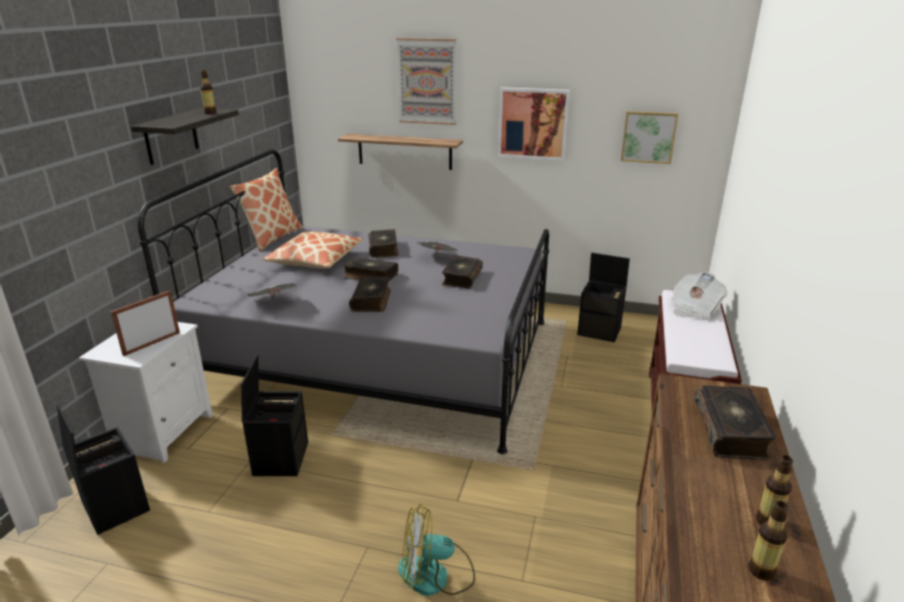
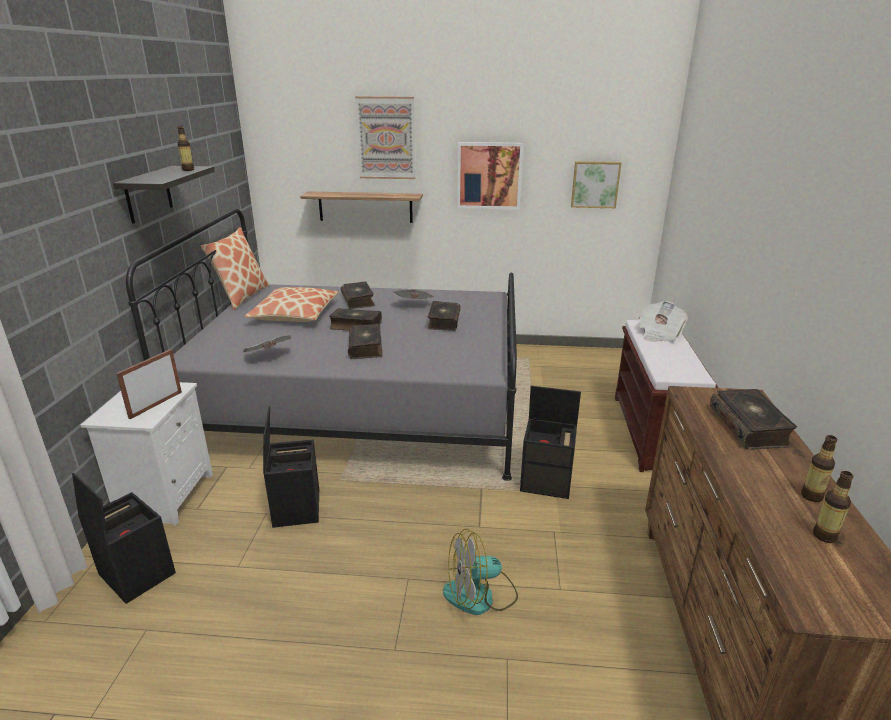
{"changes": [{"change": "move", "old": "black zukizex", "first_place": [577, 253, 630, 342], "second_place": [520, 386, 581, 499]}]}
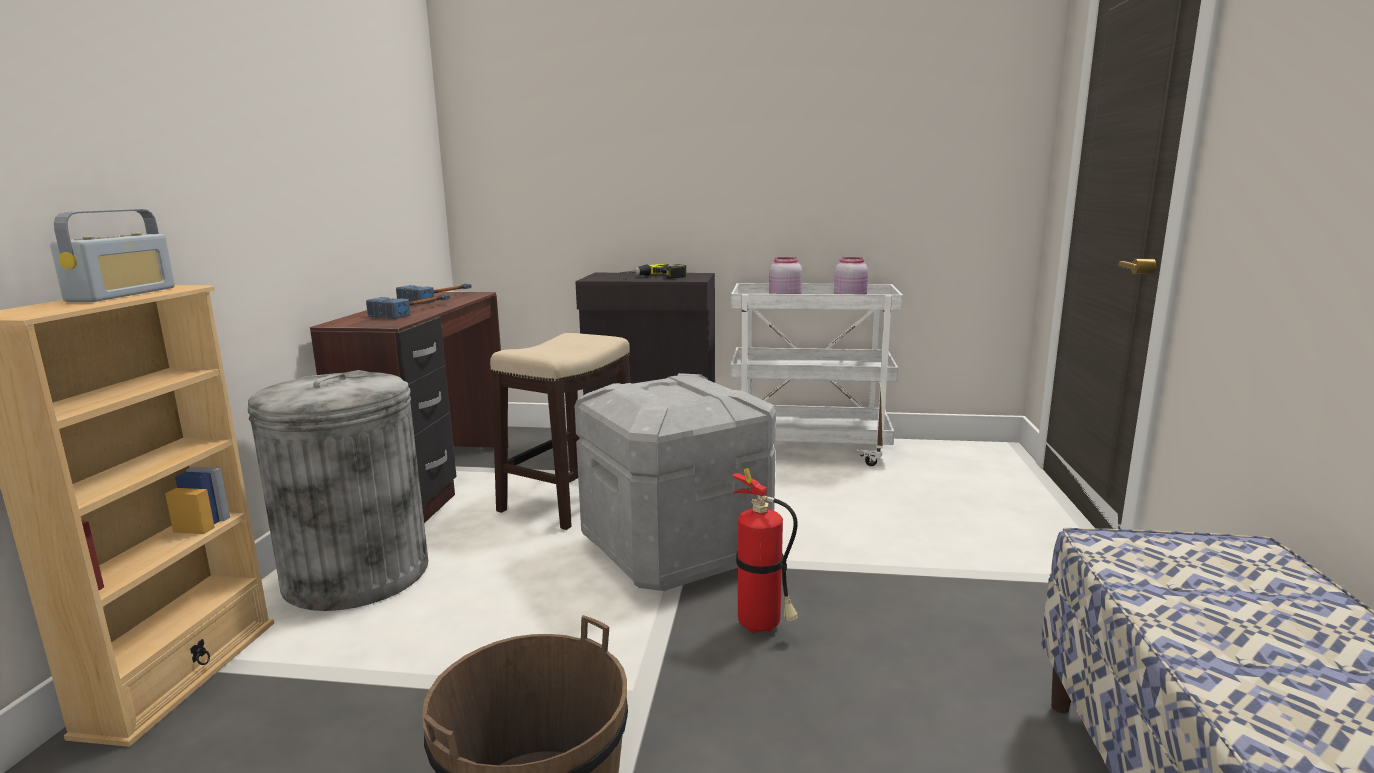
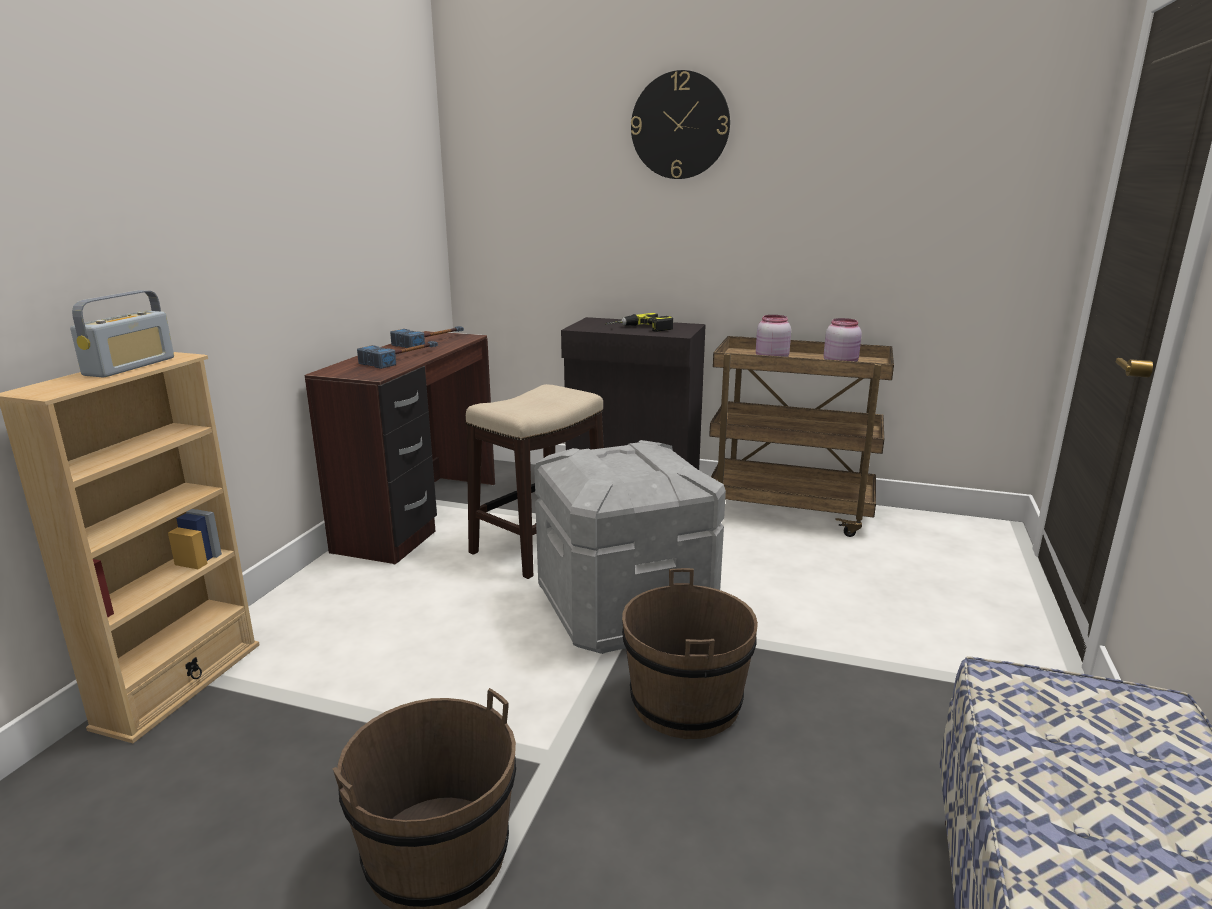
{"changes": [{"change": "delete", "old": "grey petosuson", "first_place": [248, 370, 428, 611]}, {"change": "insert", "new": "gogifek", "second_place": [631, 70, 730, 179]}, {"change": "replace", "old": "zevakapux", "new": "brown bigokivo", "first_place": [732, 467, 798, 633], "second_place": [622, 568, 758, 739]}, {"change": "recolor", "old": "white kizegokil", "new": "brown kizegokil", "first_place": [731, 283, 903, 466], "second_place": [709, 336, 894, 537]}]}
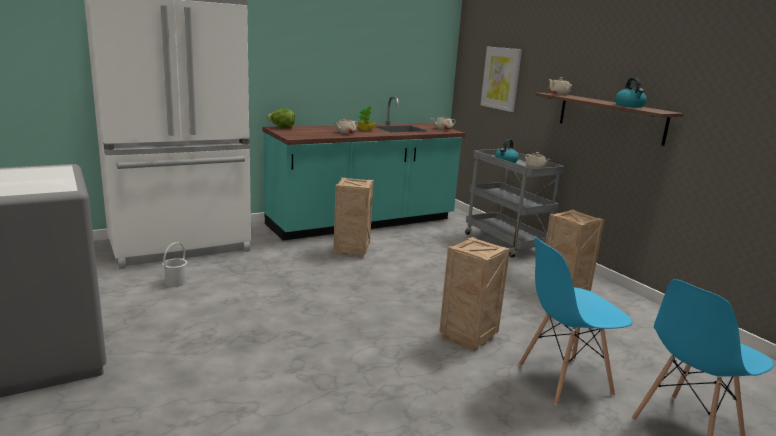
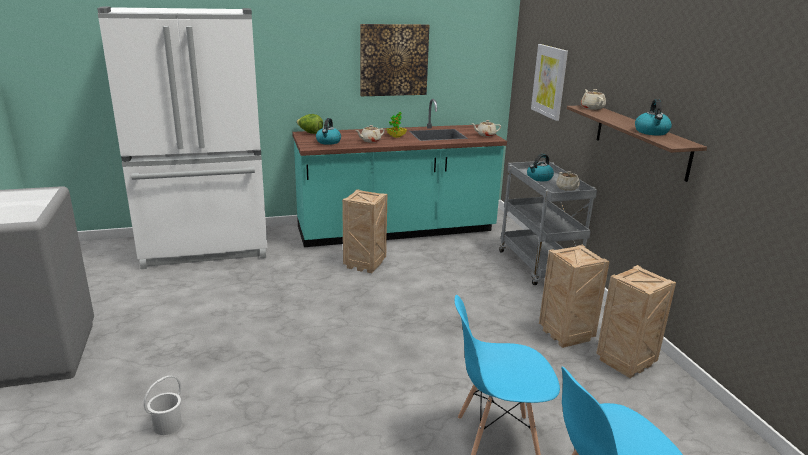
{"changes": [{"change": "insert", "new": "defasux", "second_place": [316, 118, 341, 145]}, {"change": "insert", "new": "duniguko", "second_place": [360, 24, 430, 96]}, {"change": "move", "old": "white bigokivo", "first_place": [162, 242, 187, 287], "second_place": [144, 376, 182, 435]}, {"change": "move", "old": "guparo", "first_place": [439, 237, 510, 352], "second_place": [596, 265, 676, 378]}]}
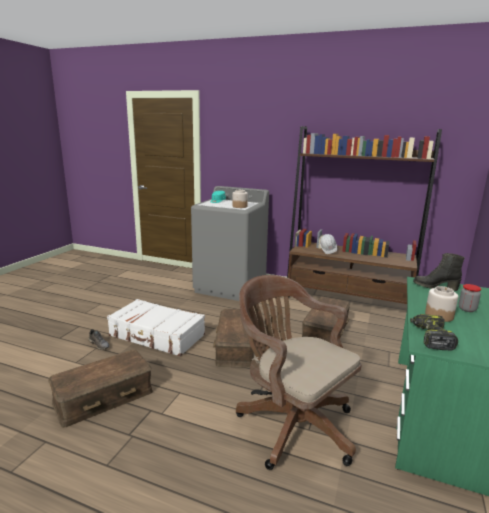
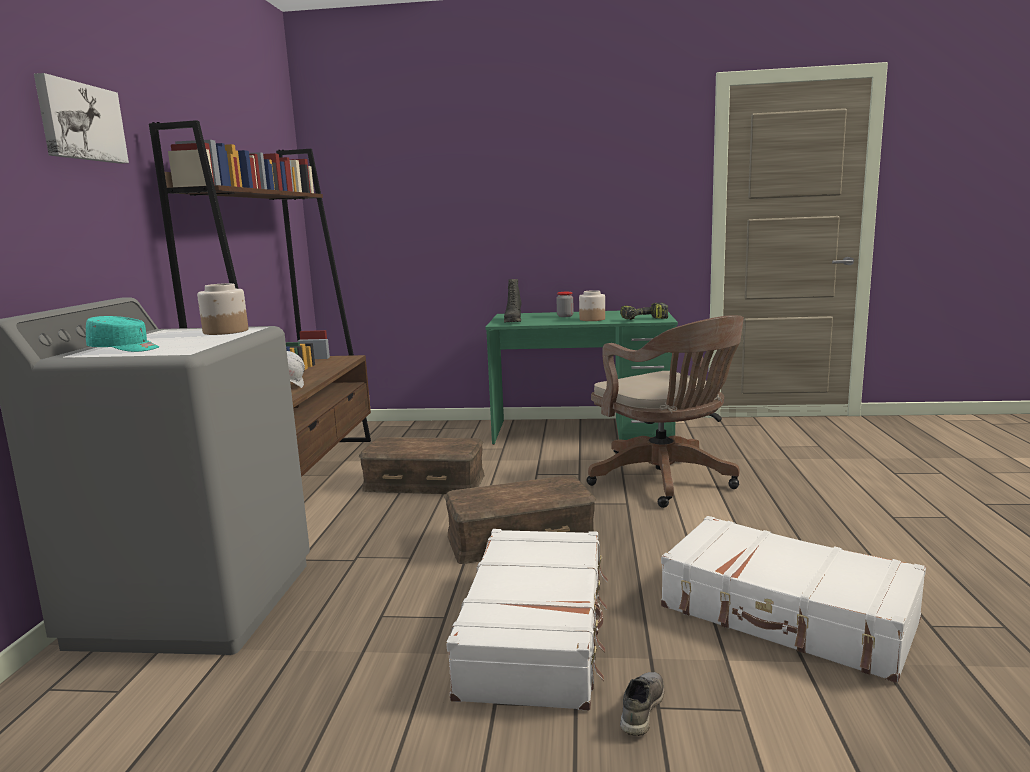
{"changes": [{"change": "insert", "new": "duniguko", "second_place": [34, 73, 129, 164]}, {"change": "replace", "old": "brown zukizex", "new": "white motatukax", "first_place": [48, 349, 153, 428], "second_place": [661, 516, 926, 683]}, {"change": "rotate", "old": "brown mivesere", "first_place": [236, 275, 362, 470], "second_place": [586, 315, 744, 508], "degrees": -60}]}
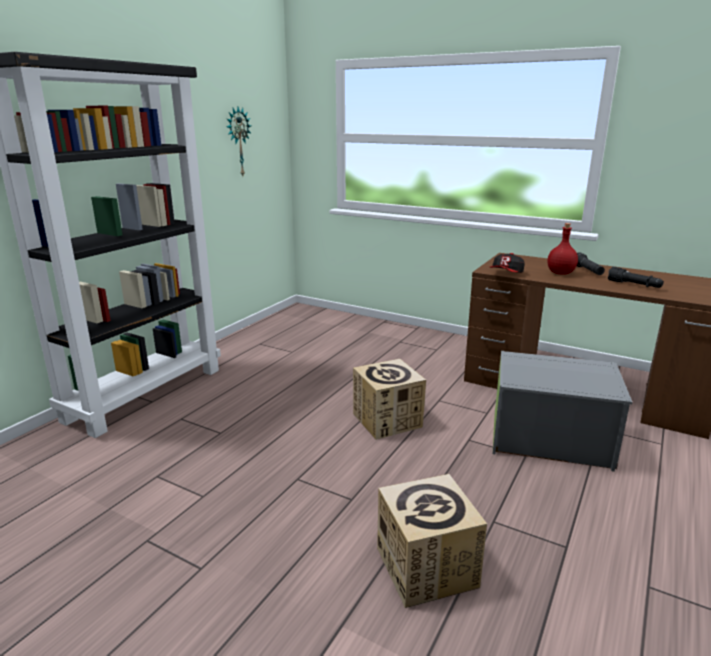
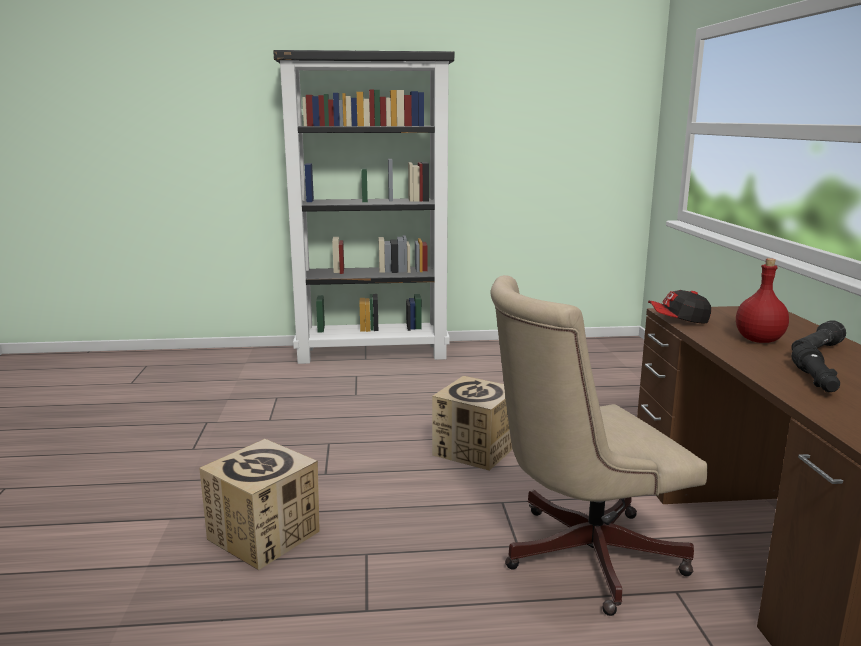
{"changes": [{"change": "delete", "old": "gogifek", "first_place": [227, 107, 251, 176]}, {"change": "replace", "old": "grey zukizex", "new": "beige mivesere", "first_place": [493, 351, 632, 472], "second_place": [490, 275, 708, 616]}]}
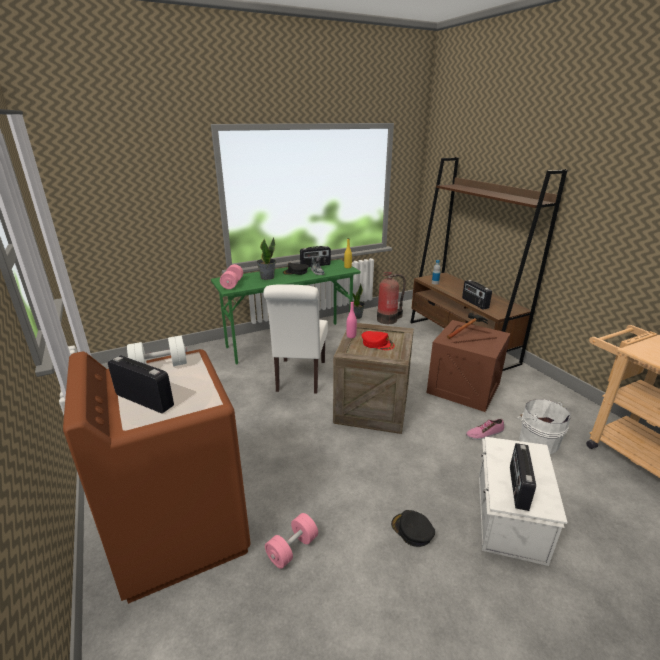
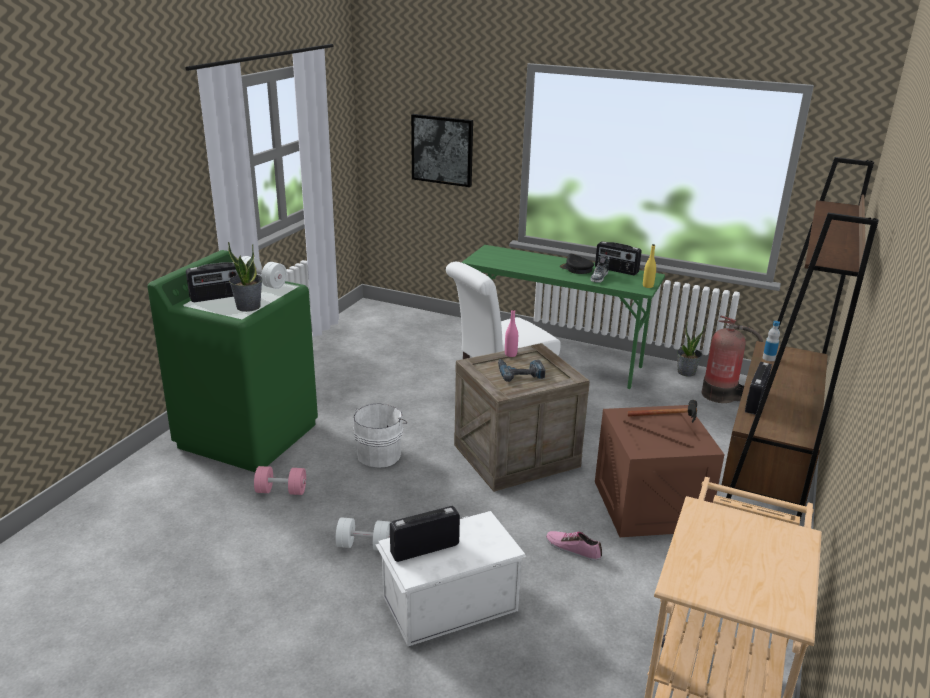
{"changes": [{"change": "delete", "old": "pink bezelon", "first_place": [220, 264, 243, 289]}, {"change": "insert", "new": "duniguko", "second_place": [411, 114, 473, 187]}, {"change": "move", "old": "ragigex", "first_place": [257, 238, 276, 280], "second_place": [228, 242, 263, 312]}, {"change": "move", "old": "white bigokivo", "first_place": [518, 399, 571, 454], "second_place": [353, 403, 407, 468]}, {"change": "replace", "old": "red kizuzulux", "new": "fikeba", "first_place": [361, 331, 395, 350], "second_place": [498, 359, 545, 382]}, {"change": "replace", "old": "black kizuzulux", "new": "white bezelon", "first_place": [391, 510, 435, 547], "second_place": [336, 517, 391, 550]}, {"change": "recolor", "old": "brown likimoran", "new": "green likimoran", "first_place": [63, 349, 250, 604], "second_place": [147, 250, 318, 472]}, {"change": "rotate", "old": "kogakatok", "first_place": [108, 356, 174, 413], "second_place": [186, 262, 238, 302], "degrees": 75}]}
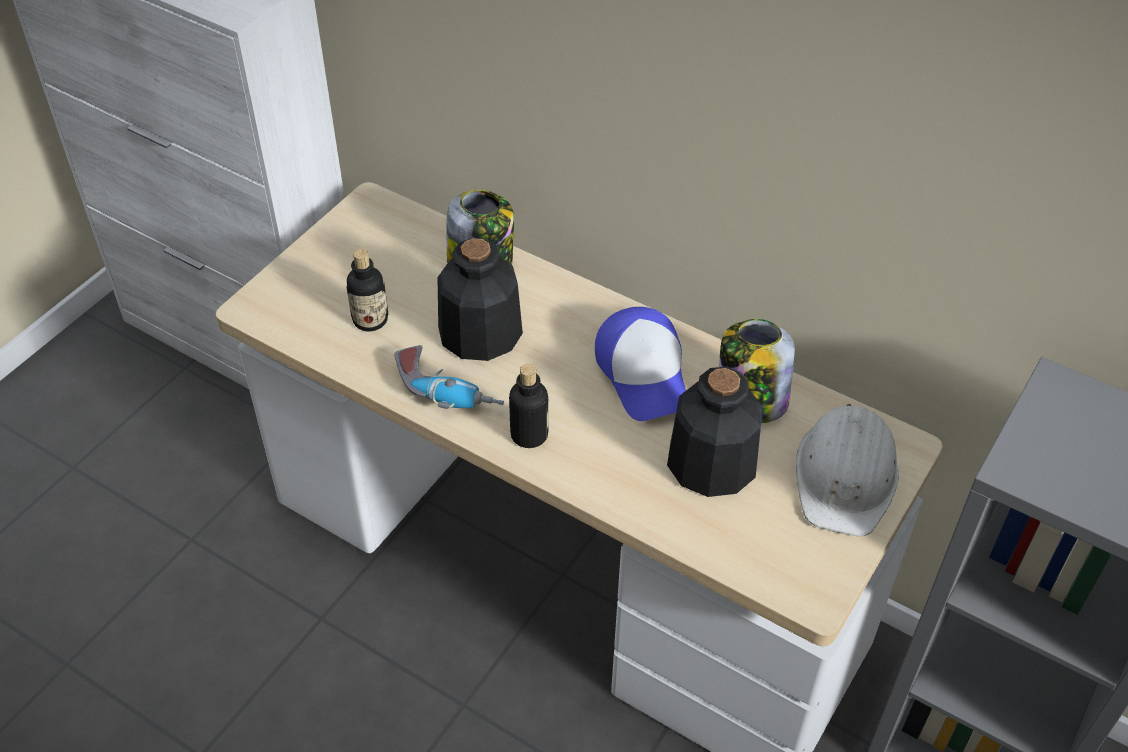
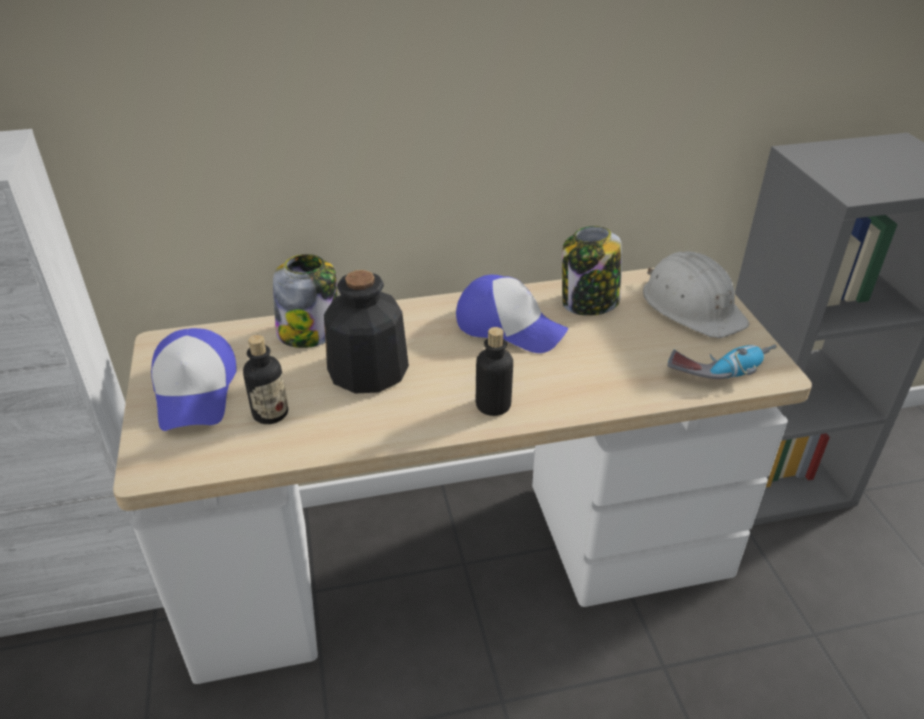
{"changes": [{"change": "delete", "old": "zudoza", "first_place": [667, 367, 763, 497]}, {"change": "insert", "new": "kizuzulux", "second_place": [151, 328, 237, 431]}, {"change": "move", "old": "fikeba", "first_place": [394, 345, 504, 409], "second_place": [667, 344, 777, 379]}]}
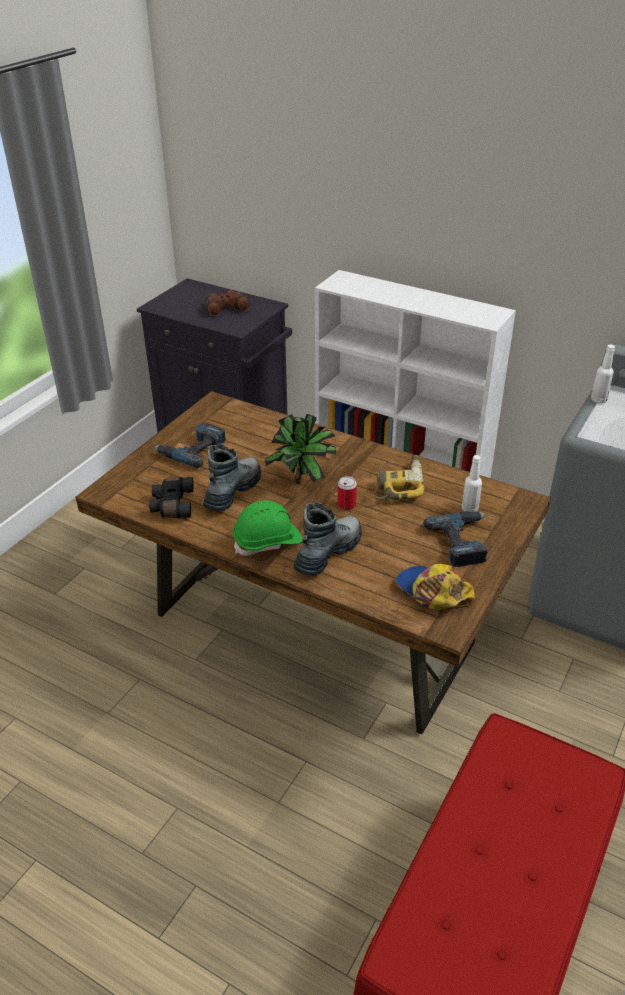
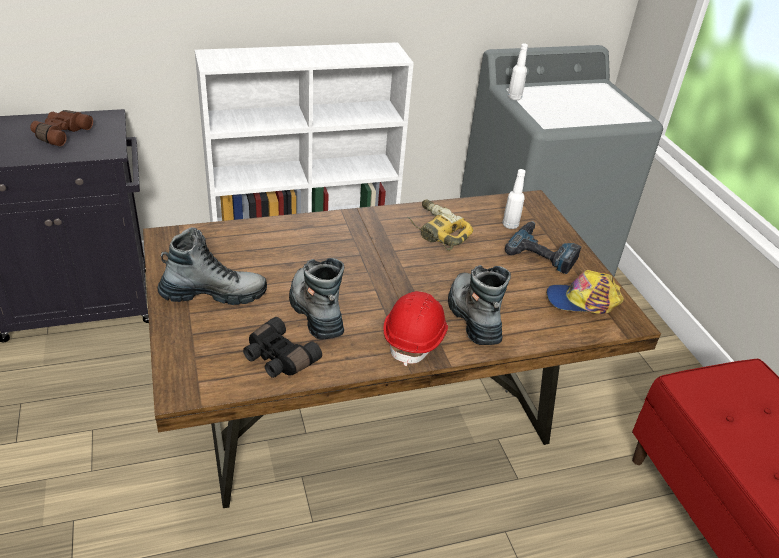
{"changes": [{"change": "delete", "old": "ragigex", "first_place": [265, 414, 336, 484]}, {"change": "delete", "old": "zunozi", "first_place": [338, 476, 357, 510]}, {"change": "replace", "old": "fikeba", "new": "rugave", "first_place": [155, 422, 226, 468], "second_place": [157, 227, 267, 305]}, {"change": "recolor", "old": "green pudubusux", "new": "red pudubusux", "first_place": [233, 500, 303, 556], "second_place": [384, 291, 448, 366]}]}
